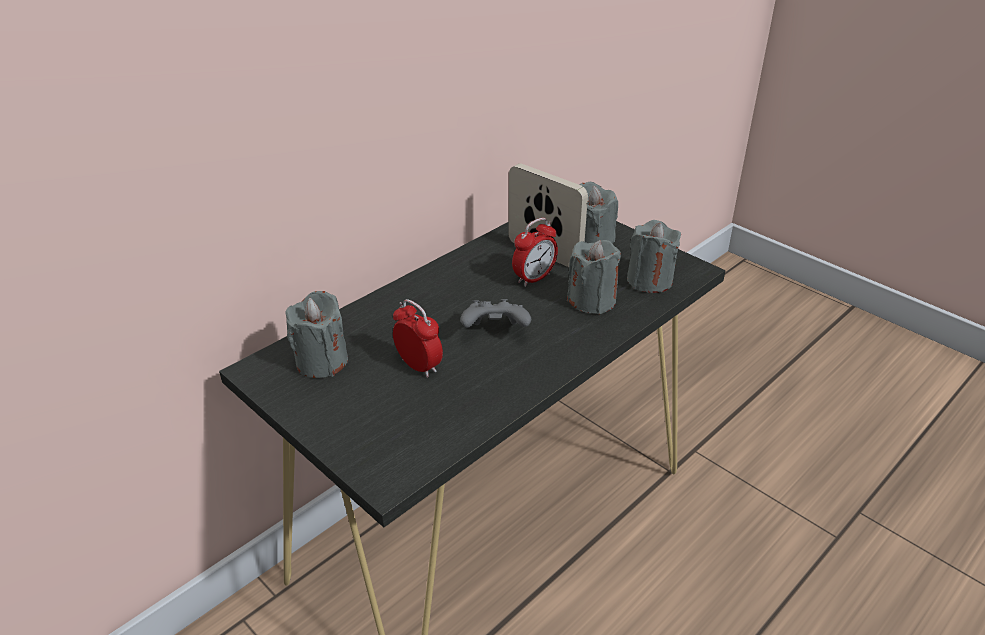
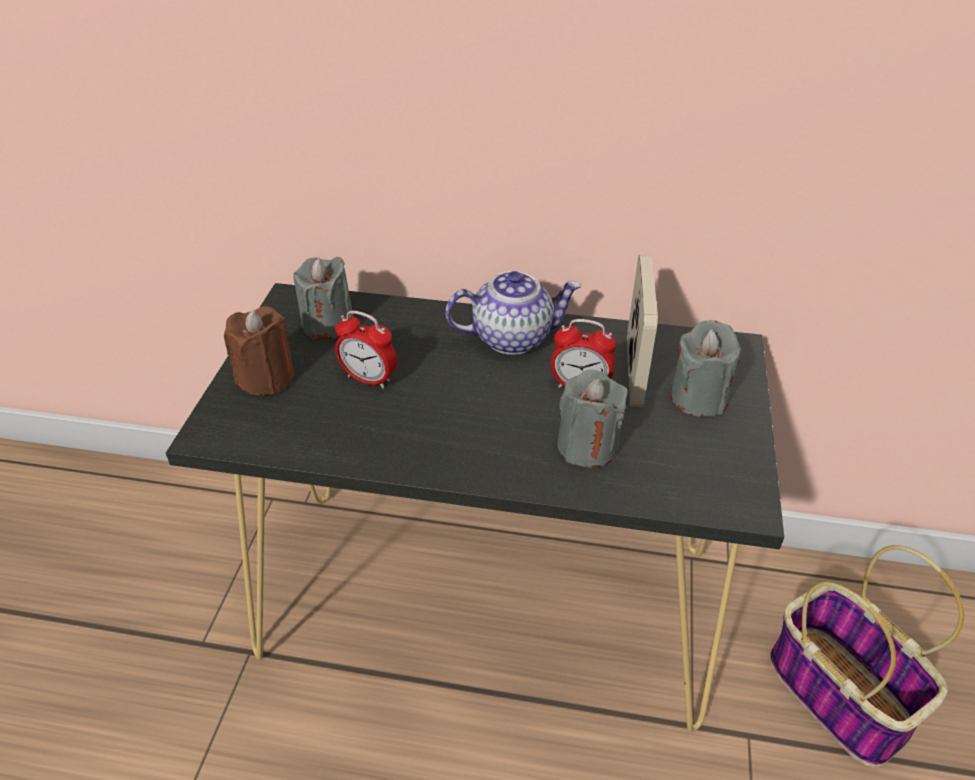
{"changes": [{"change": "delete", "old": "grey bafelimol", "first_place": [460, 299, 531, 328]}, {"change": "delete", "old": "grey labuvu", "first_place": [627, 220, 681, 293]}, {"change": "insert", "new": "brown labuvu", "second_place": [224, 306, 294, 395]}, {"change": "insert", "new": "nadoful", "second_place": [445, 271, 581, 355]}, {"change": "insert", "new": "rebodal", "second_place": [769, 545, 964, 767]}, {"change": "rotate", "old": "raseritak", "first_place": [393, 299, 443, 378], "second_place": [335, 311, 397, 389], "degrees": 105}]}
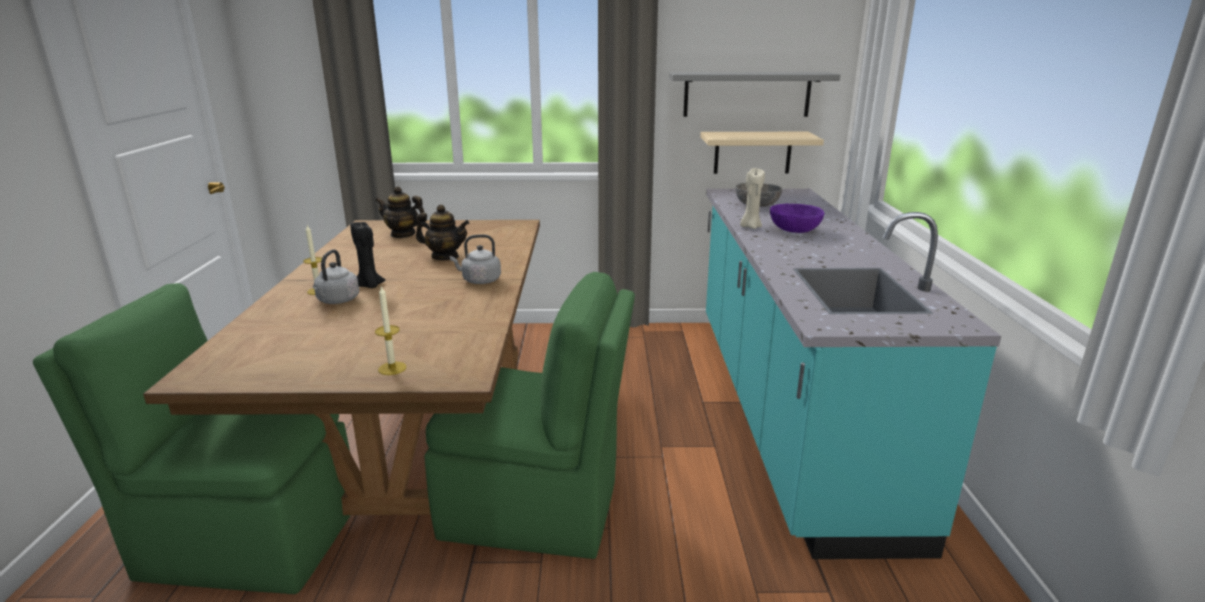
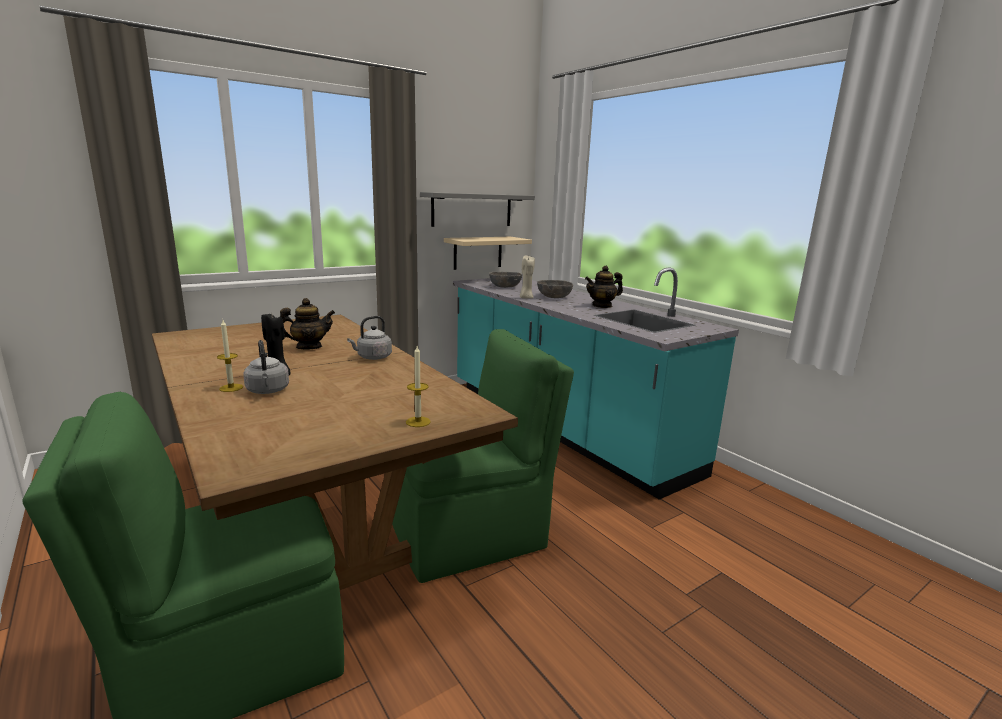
{"changes": [{"change": "move", "old": "nadoful", "first_place": [375, 186, 426, 238], "second_place": [585, 266, 623, 308]}, {"change": "recolor", "old": "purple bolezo", "new": "grey bolezo", "first_place": [770, 204, 824, 233], "second_place": [537, 280, 573, 298]}]}
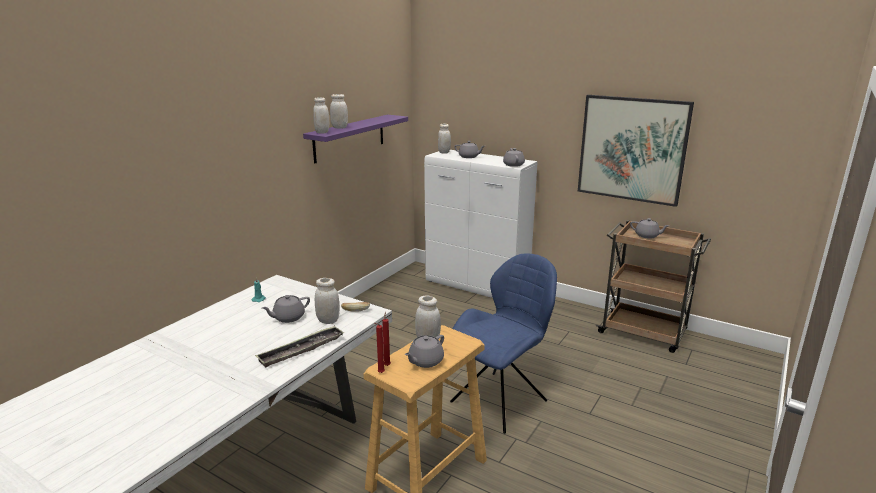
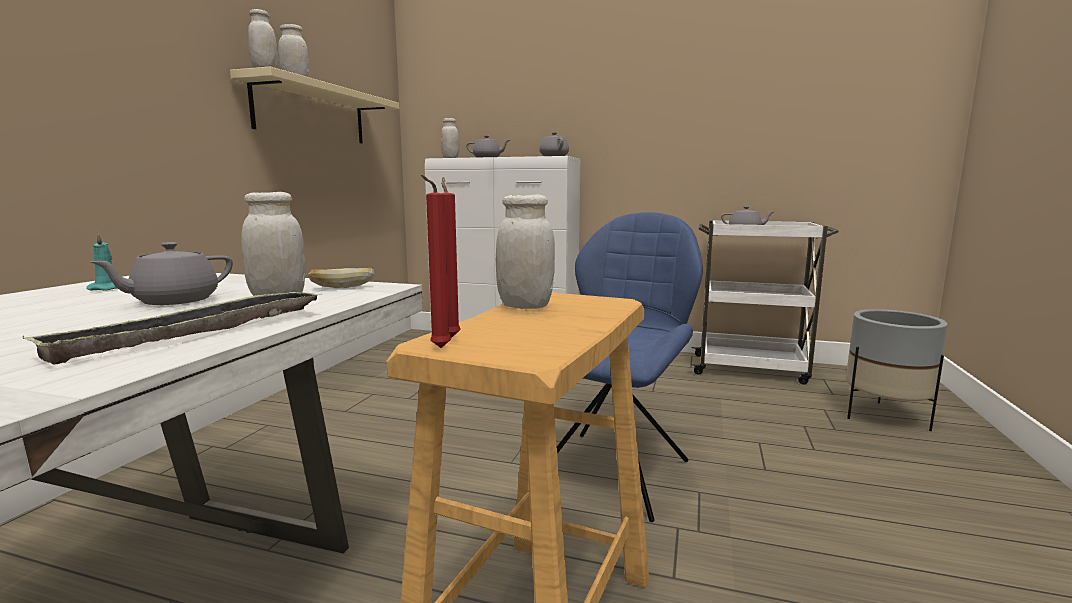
{"changes": [{"change": "delete", "old": "grey nadoful", "first_place": [405, 335, 444, 368]}, {"change": "delete", "old": "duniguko", "first_place": [578, 95, 694, 207]}, {"change": "insert", "new": "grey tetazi", "second_place": [846, 309, 948, 431]}, {"change": "recolor", "old": "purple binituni", "new": "beige binituni", "first_place": [303, 115, 408, 164], "second_place": [230, 66, 399, 144]}, {"change": "recolor", "old": "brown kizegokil", "new": "white kizegokil", "first_place": [596, 220, 711, 353], "second_place": [690, 220, 839, 385]}]}
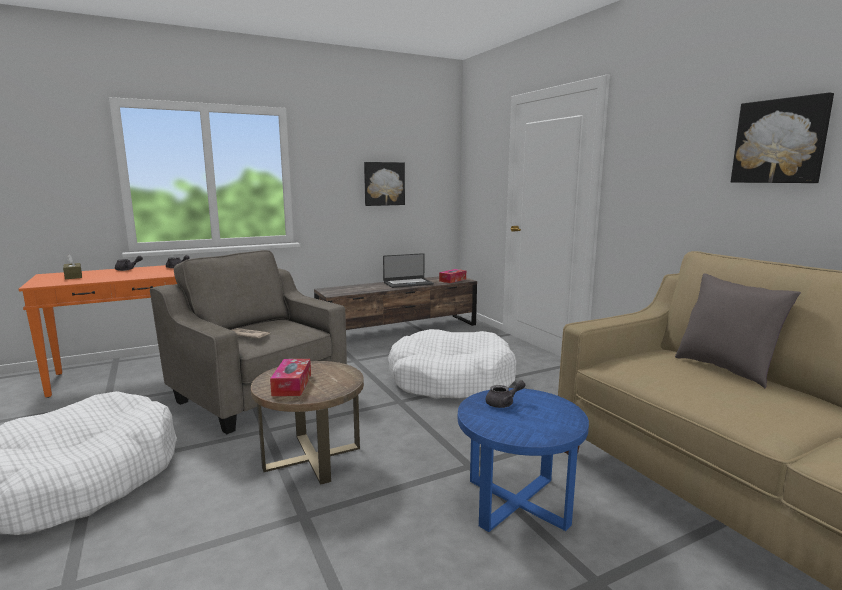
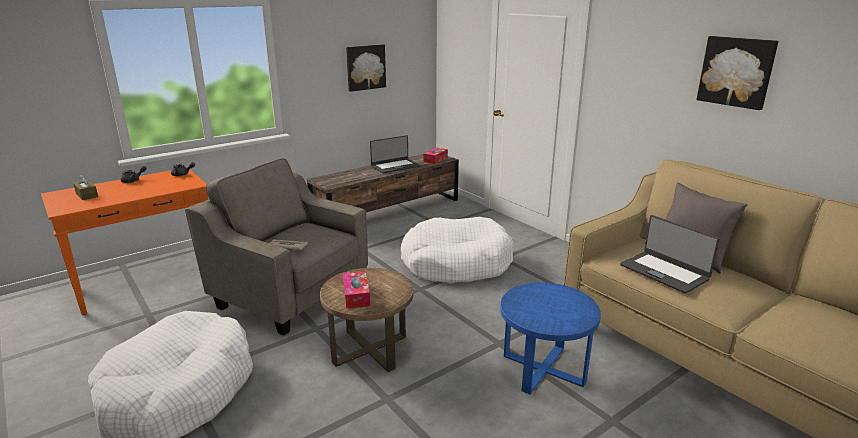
{"changes": [{"change": "delete", "old": "grey nadoful", "first_place": [485, 380, 526, 408]}, {"change": "insert", "new": "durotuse", "second_place": [620, 215, 720, 294]}]}
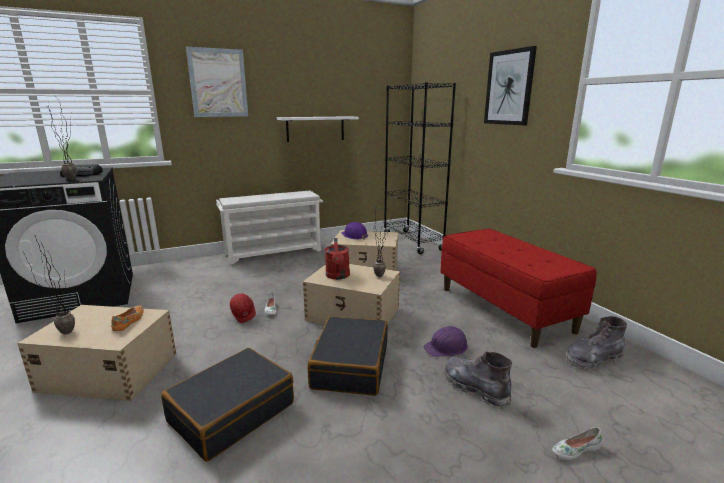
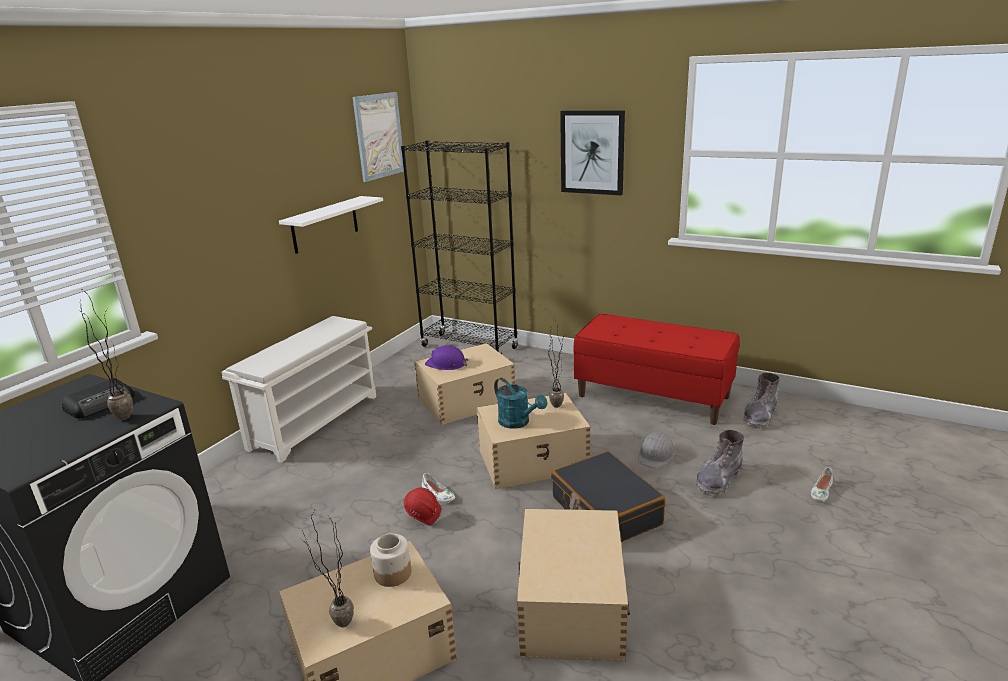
{"changes": [{"change": "move", "old": "duniguko", "first_place": [186, 47, 248, 117], "second_place": [353, 92, 404, 182]}, {"change": "replace", "old": "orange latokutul", "new": "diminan", "first_place": [111, 305, 144, 331], "second_place": [370, 534, 411, 587]}, {"change": "replace", "old": "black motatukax", "new": "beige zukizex", "first_place": [161, 348, 294, 462], "second_place": [517, 509, 630, 662]}, {"change": "recolor", "old": "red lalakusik", "new": "turquoise lalakusik", "first_place": [325, 238, 350, 280], "second_place": [494, 378, 547, 429]}, {"change": "recolor", "old": "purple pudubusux", "new": "grey pudubusux", "first_place": [423, 326, 468, 357], "second_place": [638, 432, 675, 468]}, {"change": "rotate", "old": "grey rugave", "first_place": [444, 352, 512, 409], "second_place": [696, 430, 744, 496], "degrees": -60}]}
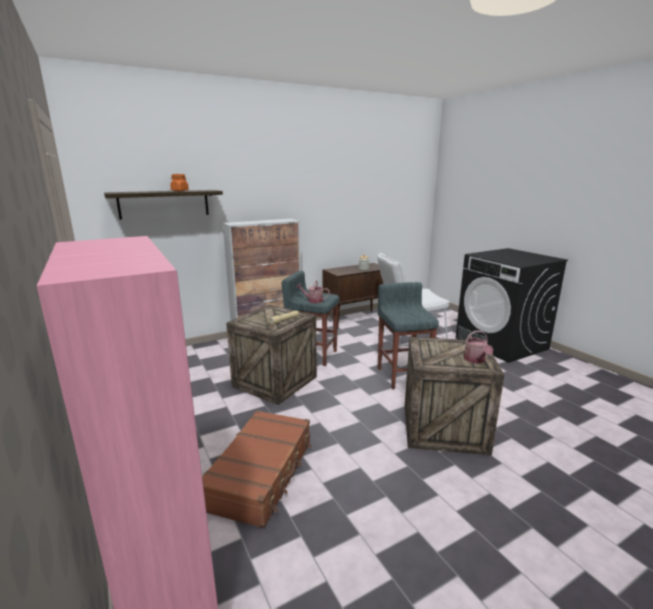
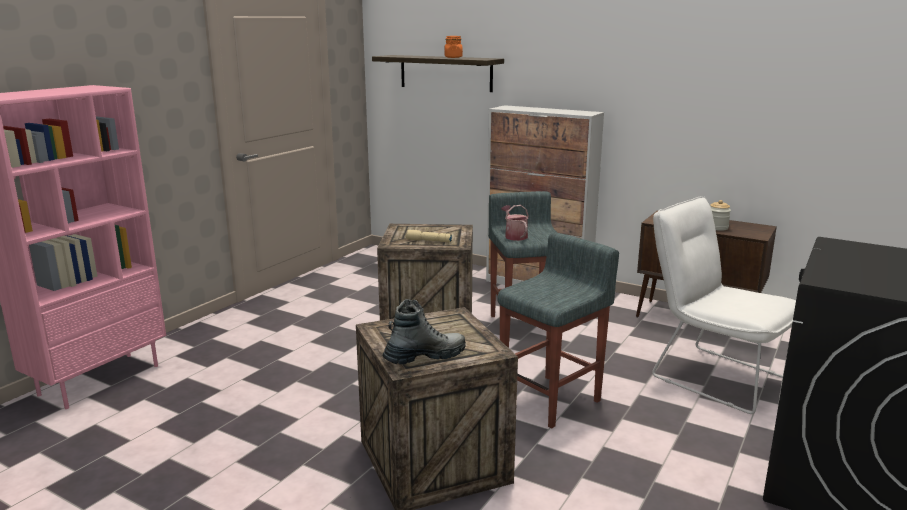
{"changes": [{"change": "delete", "old": "brown motatukax", "first_place": [202, 410, 311, 529]}, {"change": "replace", "old": "lalakusik", "new": "rugave", "first_place": [464, 331, 493, 363], "second_place": [382, 299, 466, 365]}]}
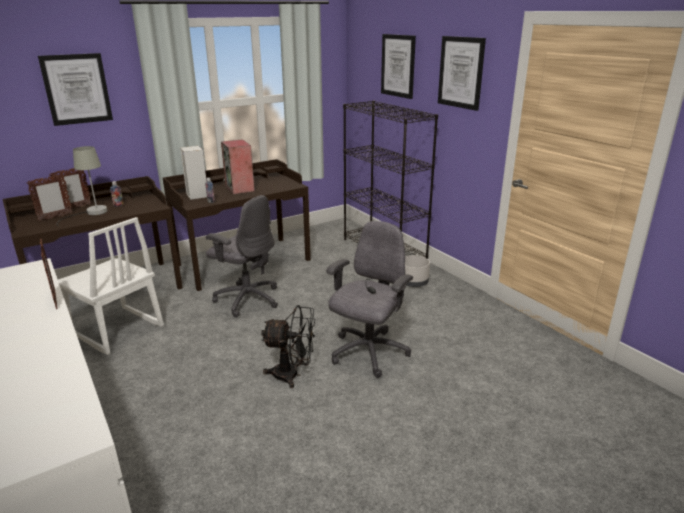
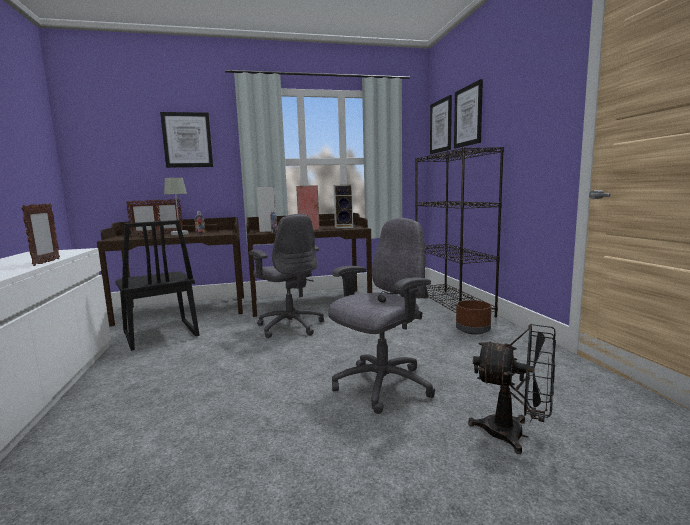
{"changes": [{"change": "insert", "new": "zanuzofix", "second_place": [333, 184, 353, 229]}, {"change": "move", "old": "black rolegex", "first_place": [261, 305, 315, 388], "second_place": [468, 324, 556, 454]}, {"change": "move", "old": "duniguko", "first_place": [438, 36, 486, 111], "second_place": [430, 95, 452, 154]}, {"change": "recolor", "old": "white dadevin", "new": "black dadevin", "first_place": [58, 217, 164, 355], "second_place": [116, 220, 200, 351]}, {"change": "recolor", "old": "grey tetazi", "new": "brown tetazi", "first_place": [405, 255, 430, 287], "second_place": [456, 300, 492, 334]}]}
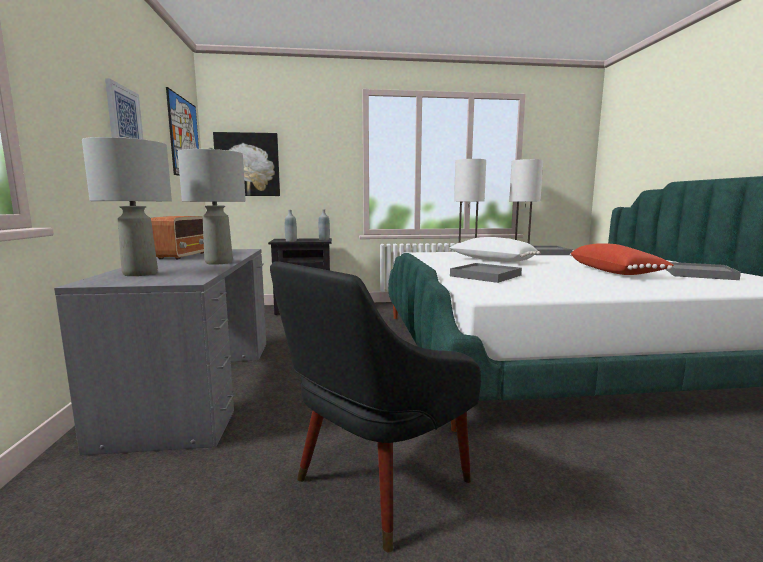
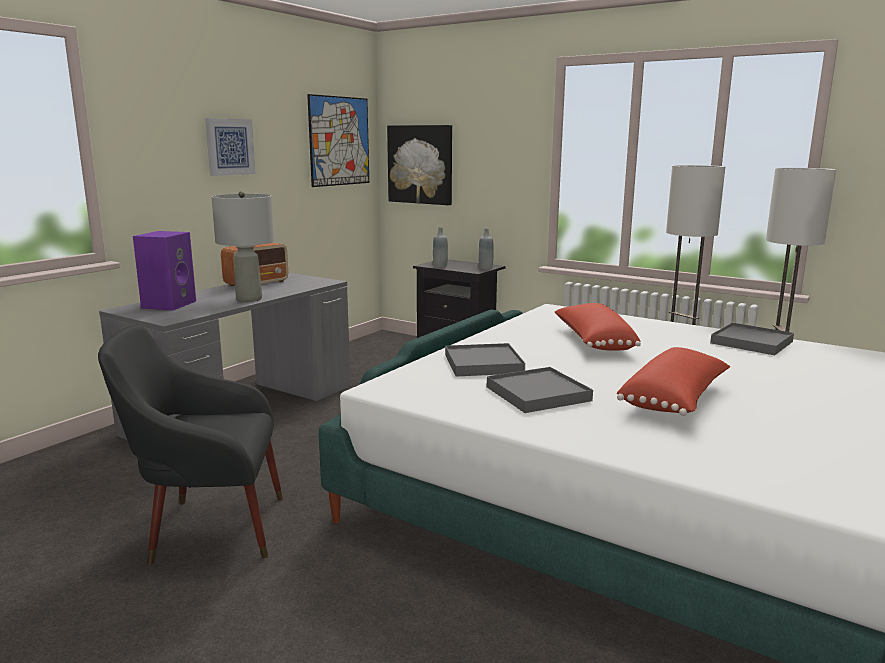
{"changes": [{"change": "move", "old": "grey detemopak", "first_place": [666, 262, 741, 280], "second_place": [487, 367, 593, 413]}, {"change": "replace", "old": "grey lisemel", "new": "purple zanuzofix", "first_place": [82, 137, 172, 276], "second_place": [133, 231, 196, 311]}, {"change": "recolor", "old": "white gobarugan", "new": "red gobarugan", "first_place": [449, 237, 540, 262], "second_place": [555, 303, 641, 351]}]}
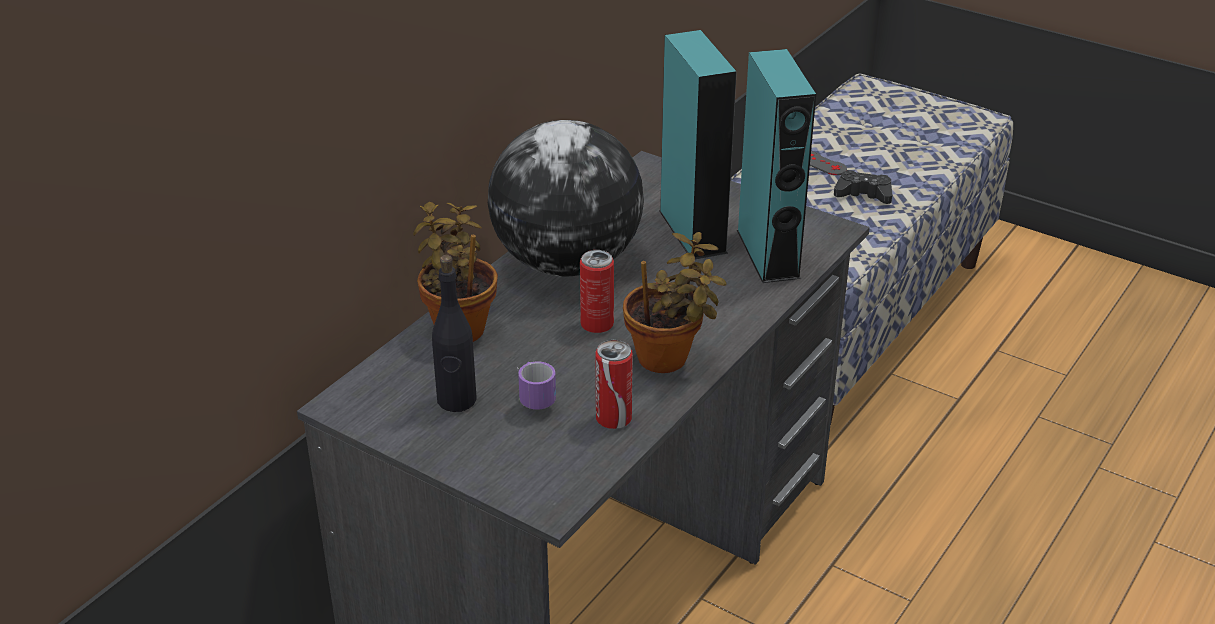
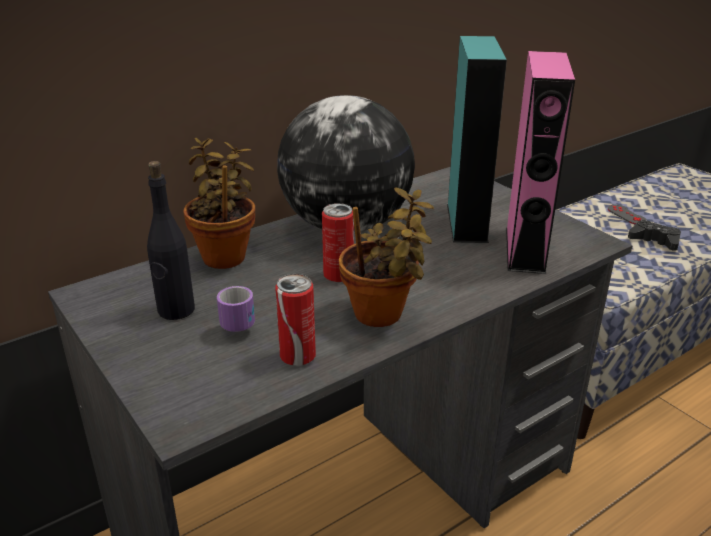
{"changes": [{"change": "recolor", "old": "turquoise zanuzofix", "new": "pink zanuzofix", "first_place": [737, 49, 816, 283], "second_place": [506, 51, 575, 274]}]}
